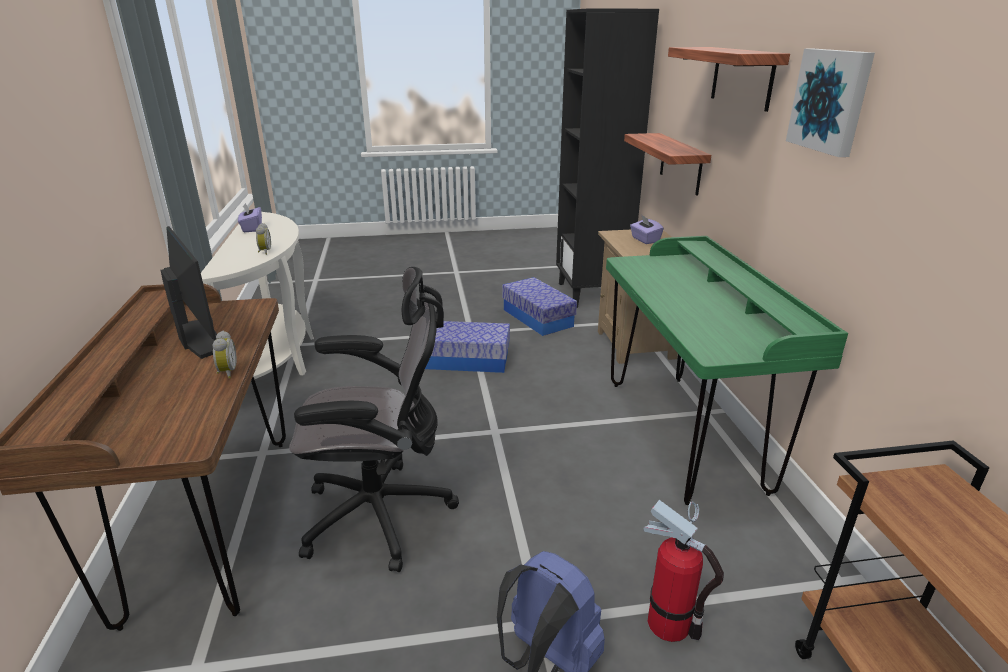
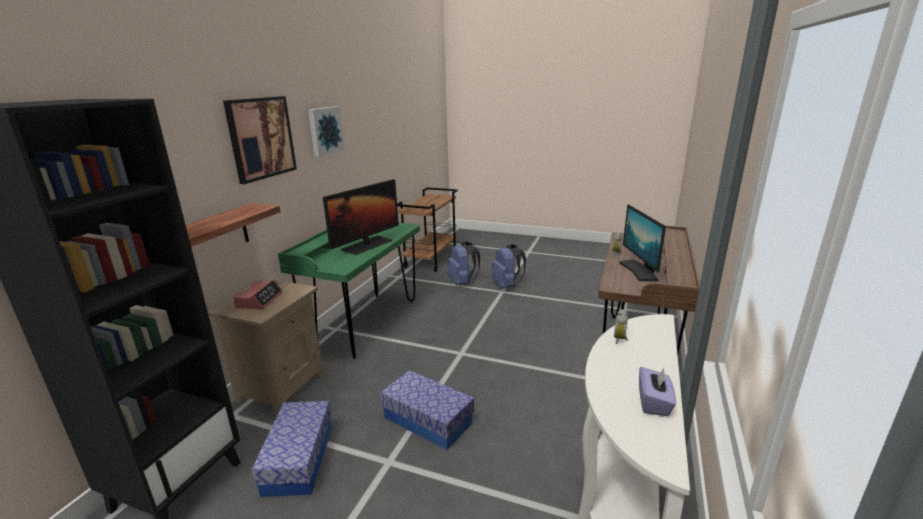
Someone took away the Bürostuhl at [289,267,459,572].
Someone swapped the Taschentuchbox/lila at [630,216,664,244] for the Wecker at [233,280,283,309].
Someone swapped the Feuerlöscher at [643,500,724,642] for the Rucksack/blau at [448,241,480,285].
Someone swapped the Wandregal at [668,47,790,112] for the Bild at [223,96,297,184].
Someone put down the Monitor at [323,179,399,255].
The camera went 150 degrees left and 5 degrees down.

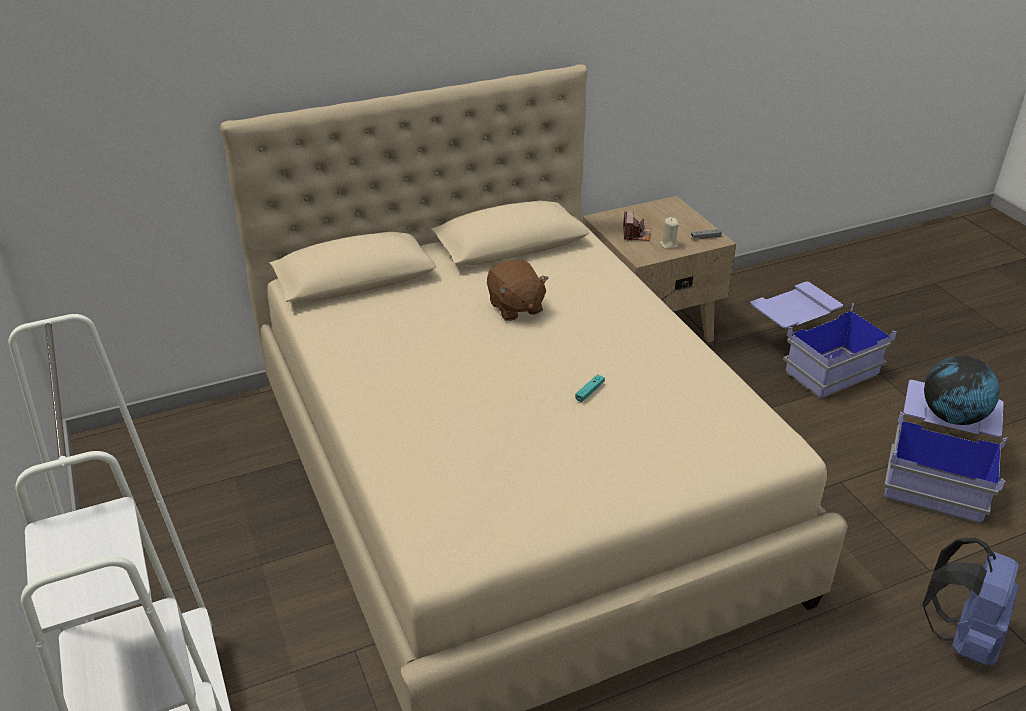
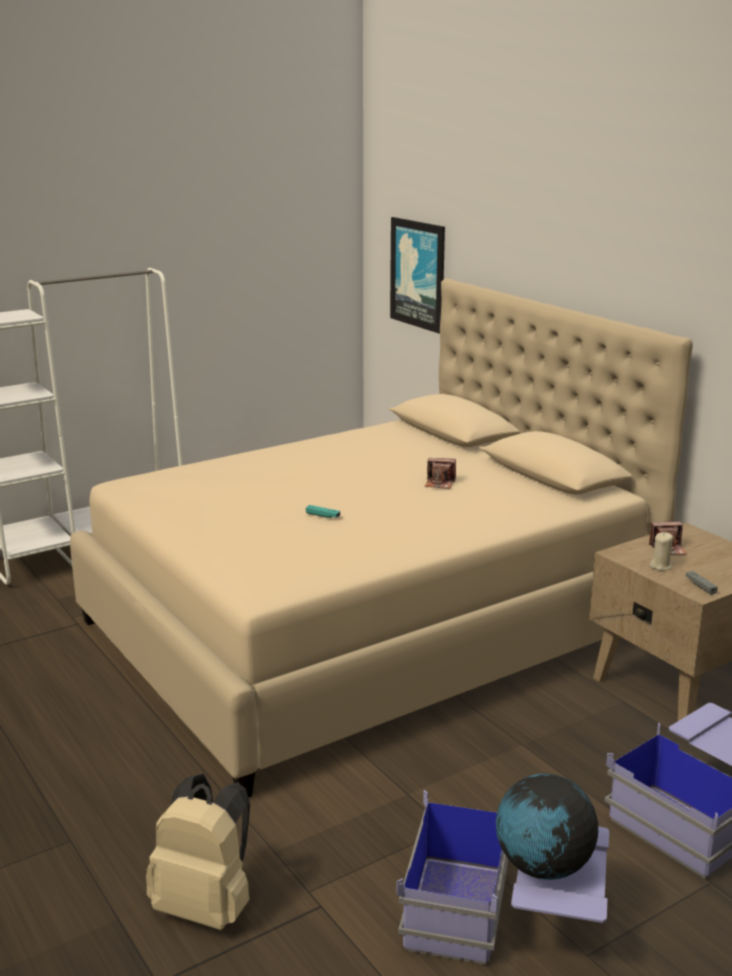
Someone swapped the Plüschtier/braun at [487,260,549,321] for the Kamera at [425,458,456,489].
Someone repainted the Rucksack/blau at [922,538,1019,666], which became the Rucksack/beige at [146,774,250,930].
Someone put up the Bild at [390,217,445,334].
The camera went 80 degrees right and 15 degrees down.

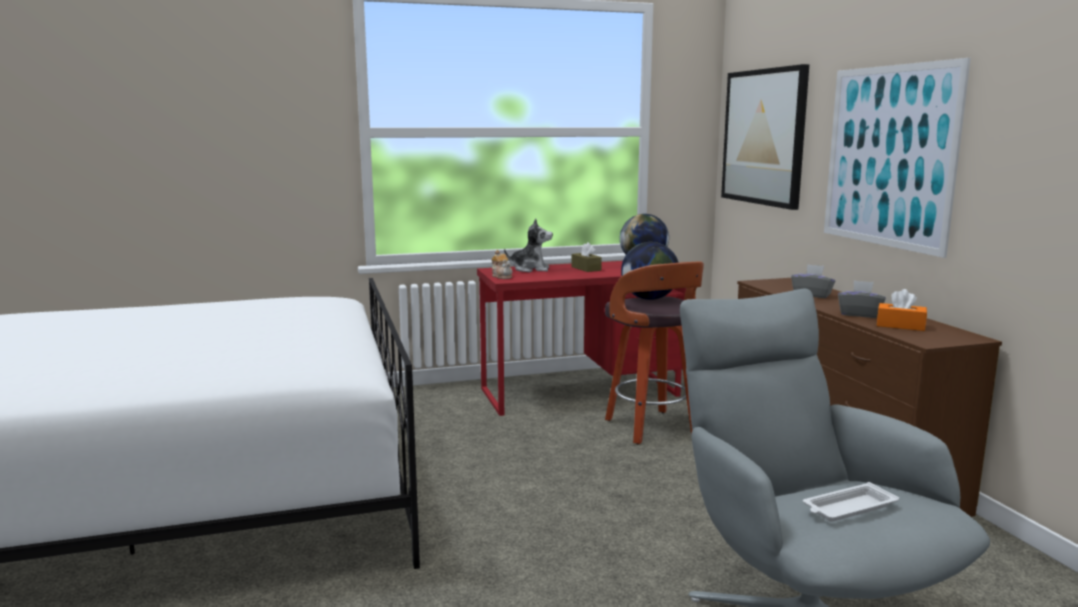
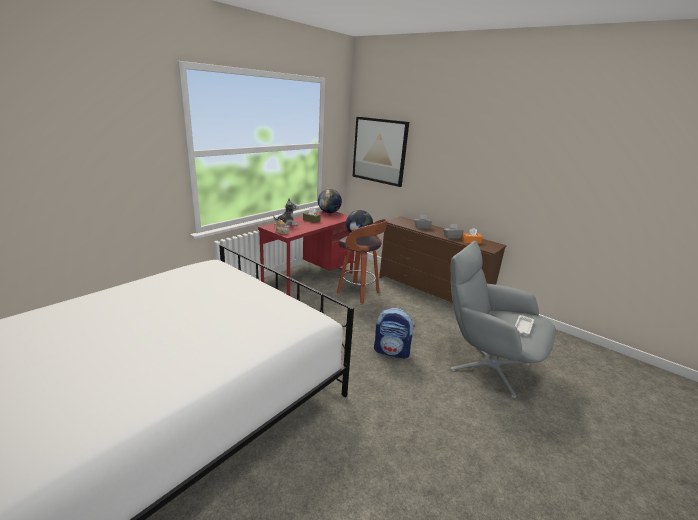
Someone took away the Bild at [824,58,971,258].
Someone put down the Rucksack at [374,308,415,359].
The camera went 35 degrees left and 10 degrees up.

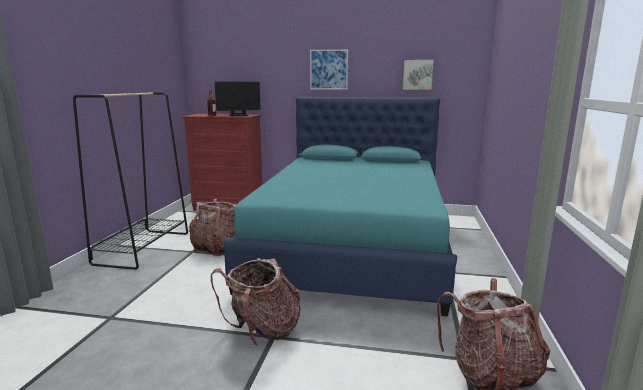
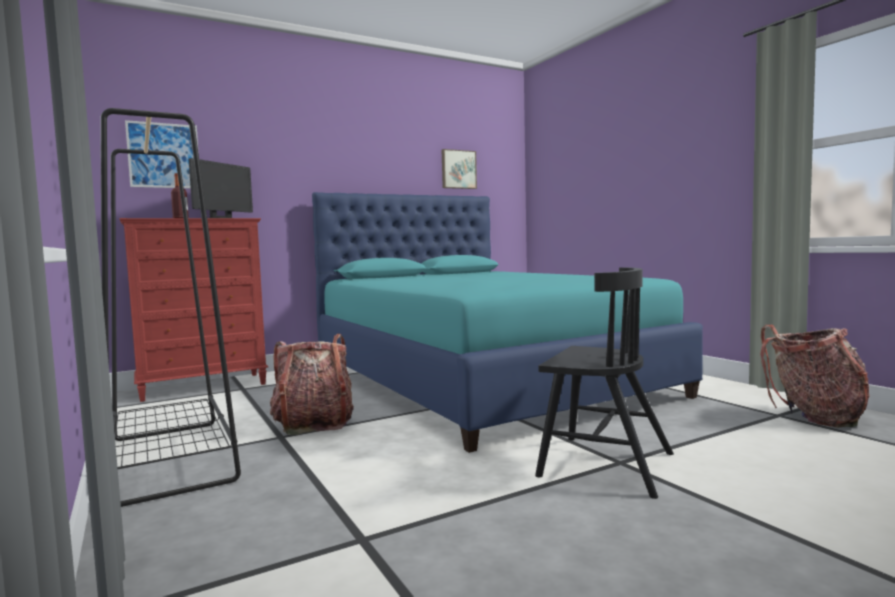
Someone swapped the Rucksack at [211,258,301,346] for the Stuhl/schwarz at [535,267,674,499].
Someone carried the Bild from [310,49,348,90] to [125,120,199,188].
The camera went 40 degrees left and 10 degrees down.

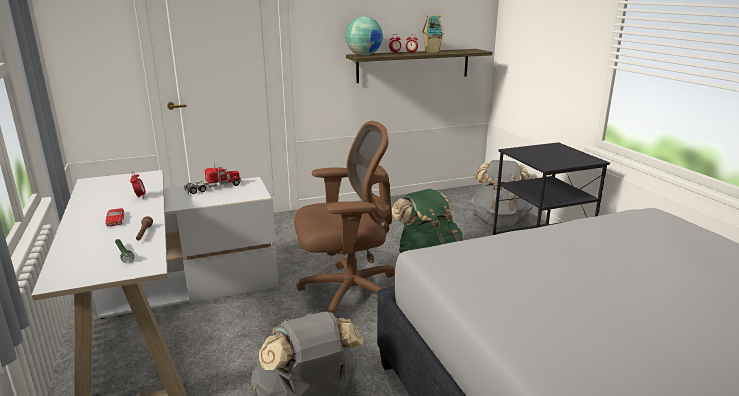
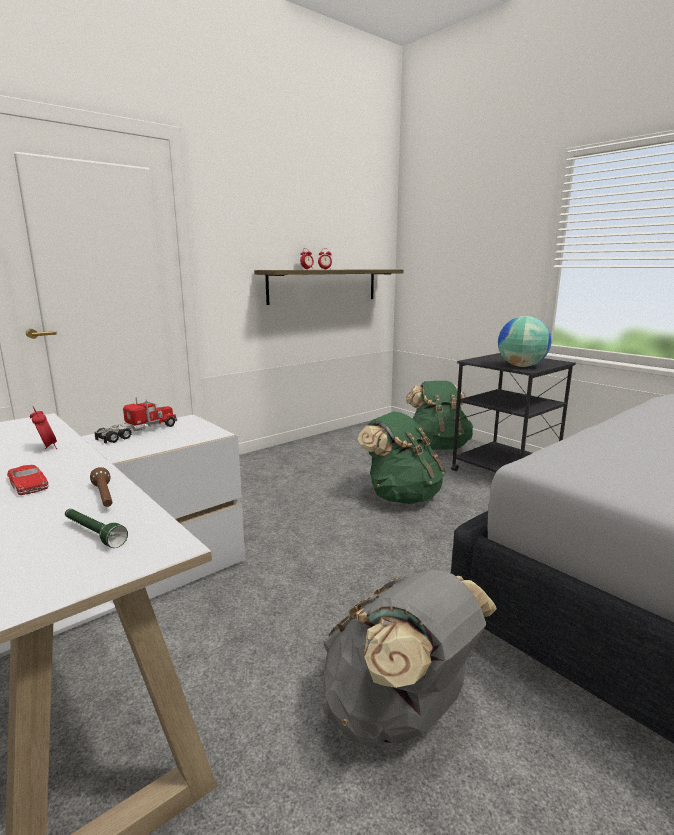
Someone took away the Bürostuhl/braun at [294,121,395,316].
Someone carried the Globus from [345,17,383,56] to [498,316,551,367].
Someone took away the Spielzeughaus at [422,15,444,53].
Someone repainted the Rucksack/grau at [469,160,533,225], which became the Rucksack/grün at [406,381,473,450].
The camera went 20 degrees left and 5 degrees down.

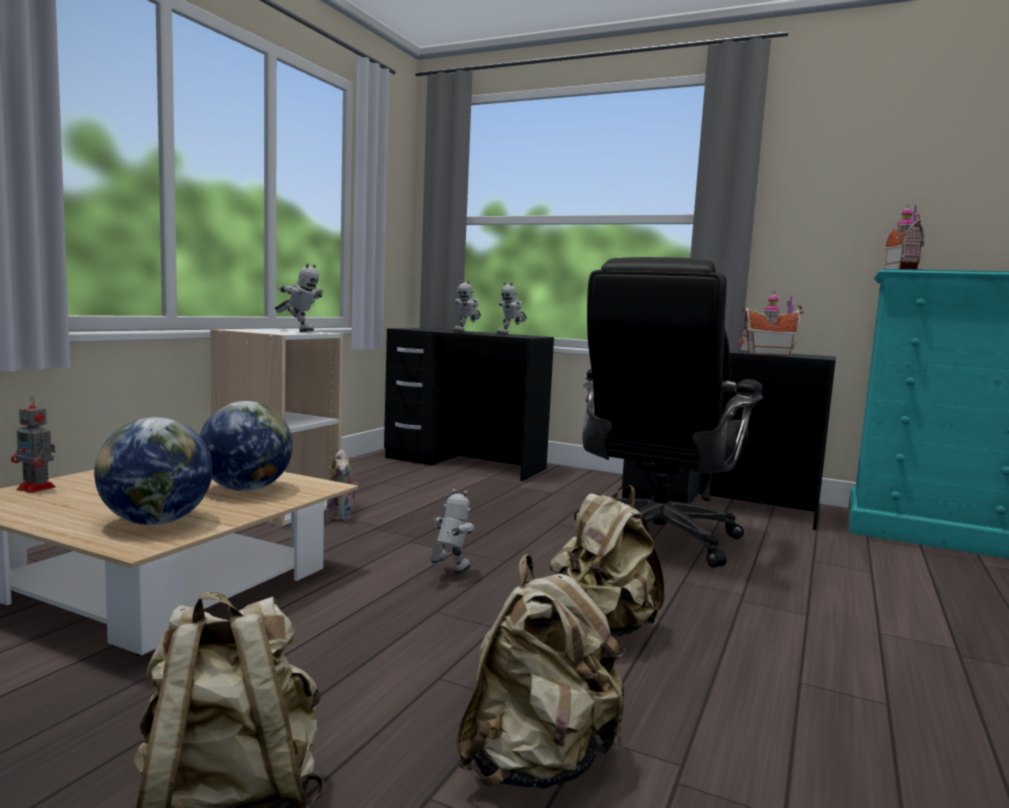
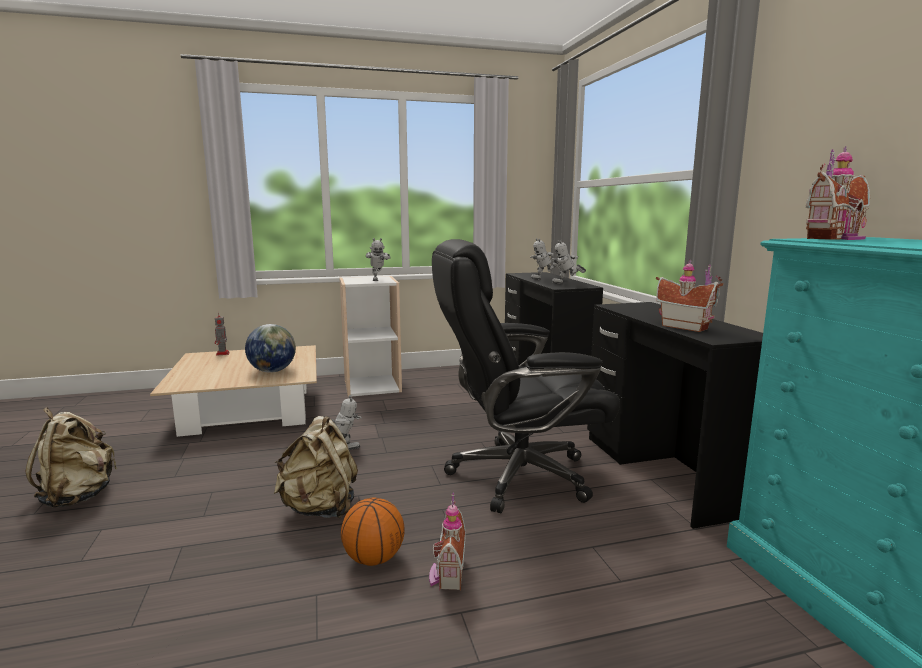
Someone took away the Globus at [94,417,213,525].
Someone took away the Plüschtier at [326,449,358,521].
Someone took away the Rucksack/beige at [456,554,626,789].
Someone put down the Basketball at [341,497,405,566].
Someone put down the Spielzeughaus at [429,492,466,591].
The camera went 50 degrees right and 5 degrees up.

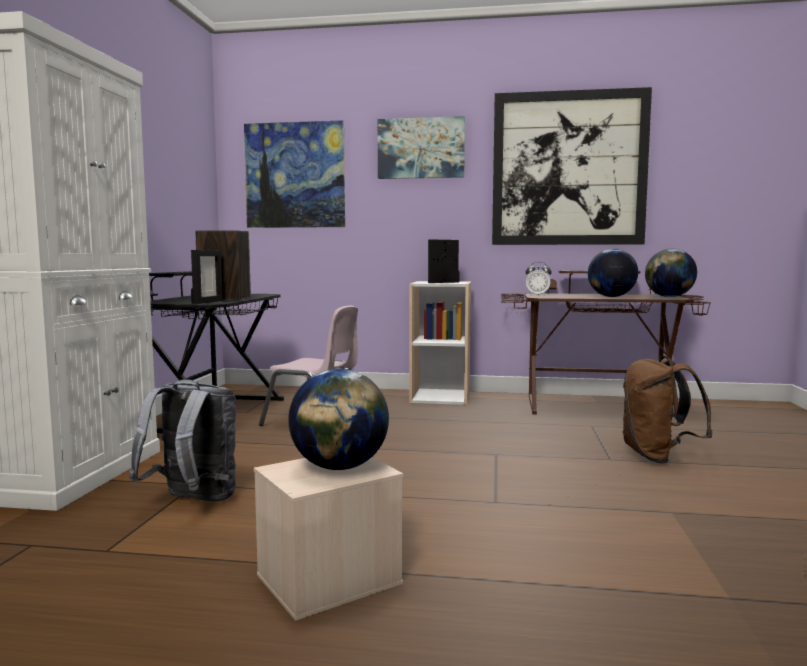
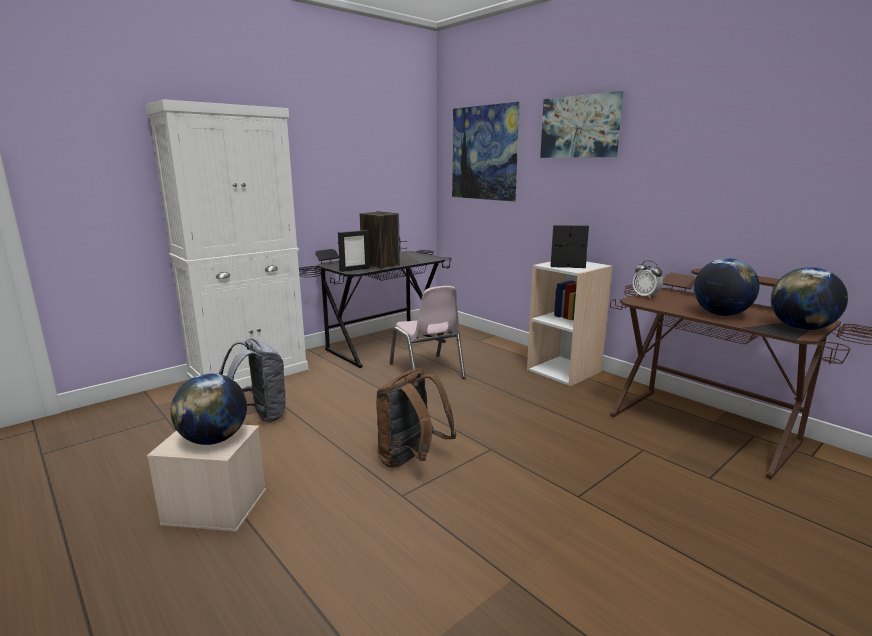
Someone took away the Bild at [492,87,652,245].
Someone carried the Rucksack/braun from [622,356,713,464] to [376,368,457,468].
The camera went 40 degrees right and 10 degrees up.

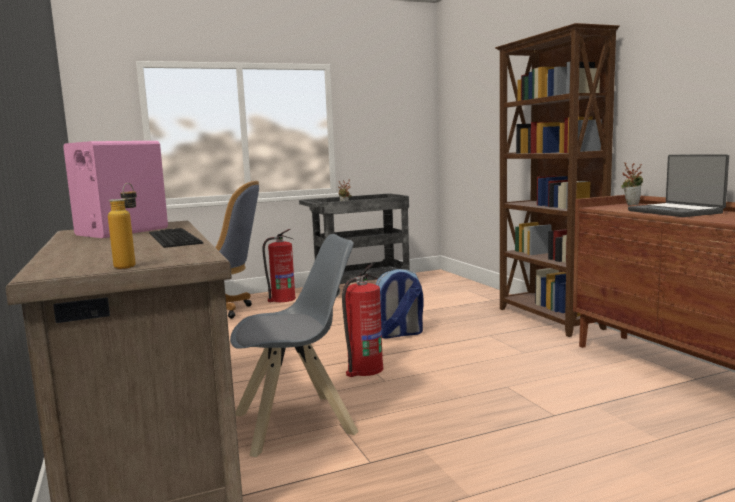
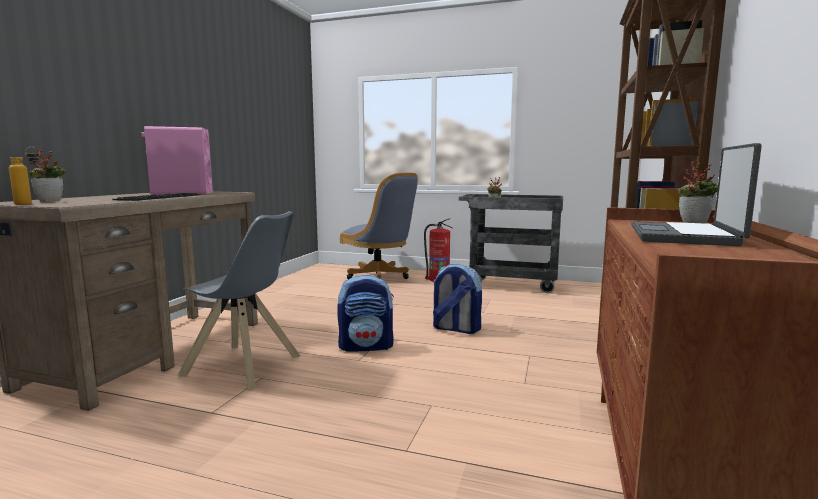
Someone swapped the Feuerlöscher at [342,263,383,377] for the Rucksack at [337,274,394,352].
Someone put down the Topfpflanze at [28,149,66,201].
The camera went 40 degrees right and 0 degrees up.

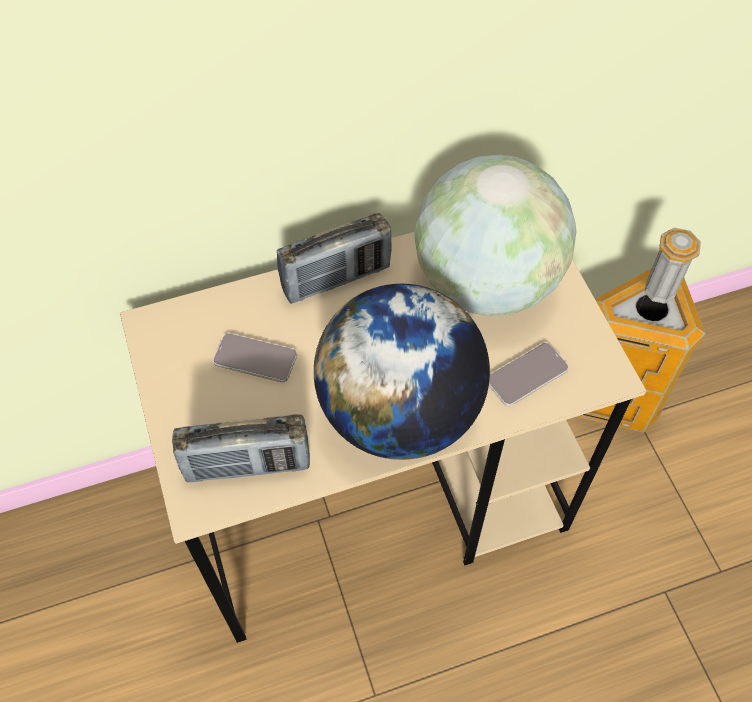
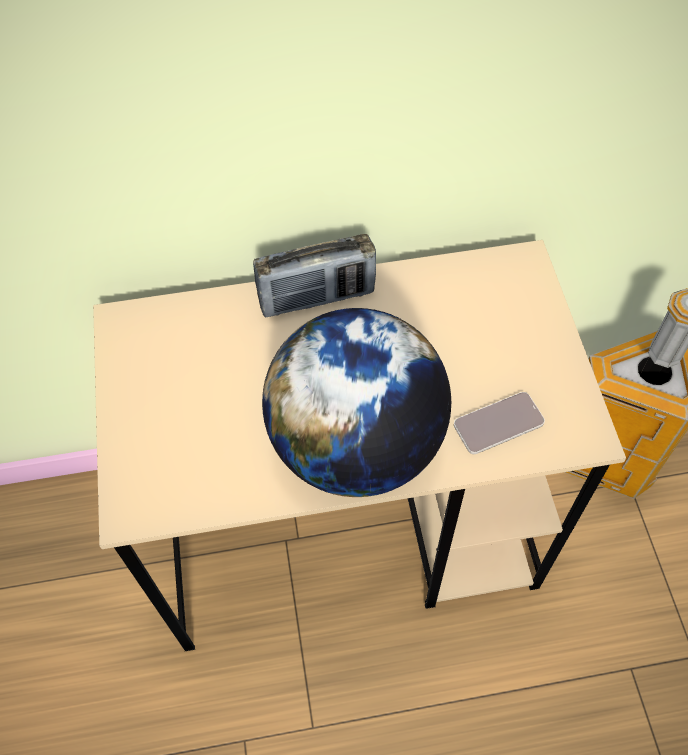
Someone took away the Radio at [172,414,310,482].
Someone took away the Handy at [213,333,297,382].
Someone took away the Globus at [414,155,576,316].
The camera went 10 degrees right and 0 degrees up.

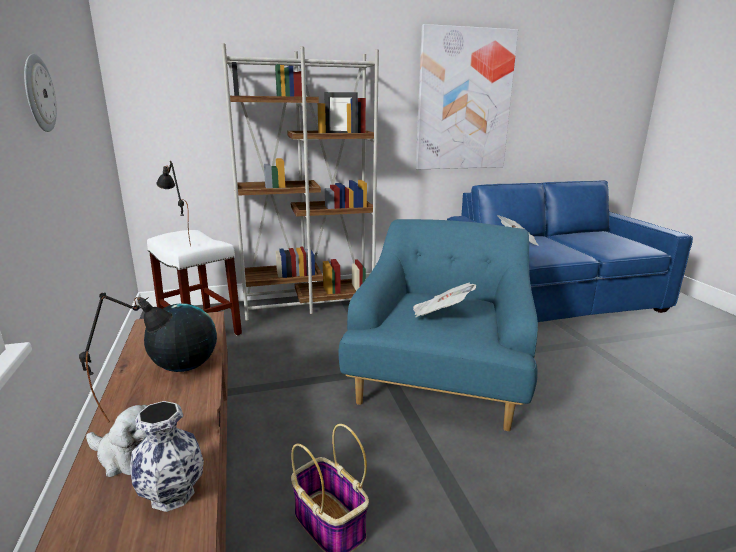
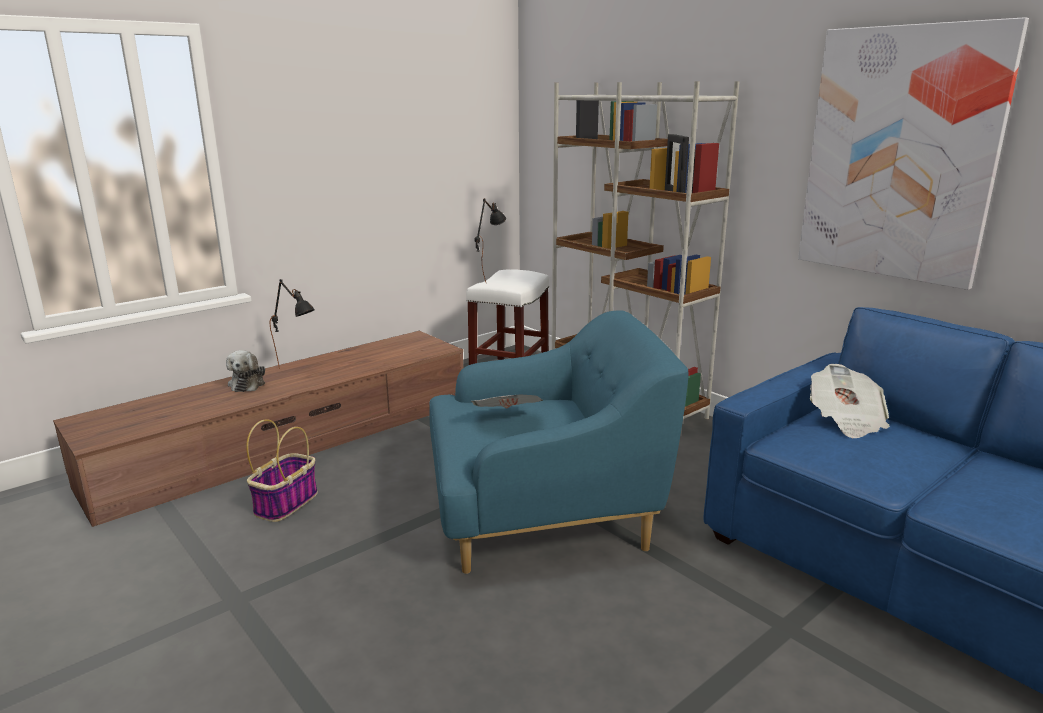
Someone took away the Wanduhr at [24,54,57,132].
Someone took away the Vase at [130,401,204,512].
Someone took away the Globus at [144,303,217,372].
The camera went 65 degrees right and 0 degrees up.

